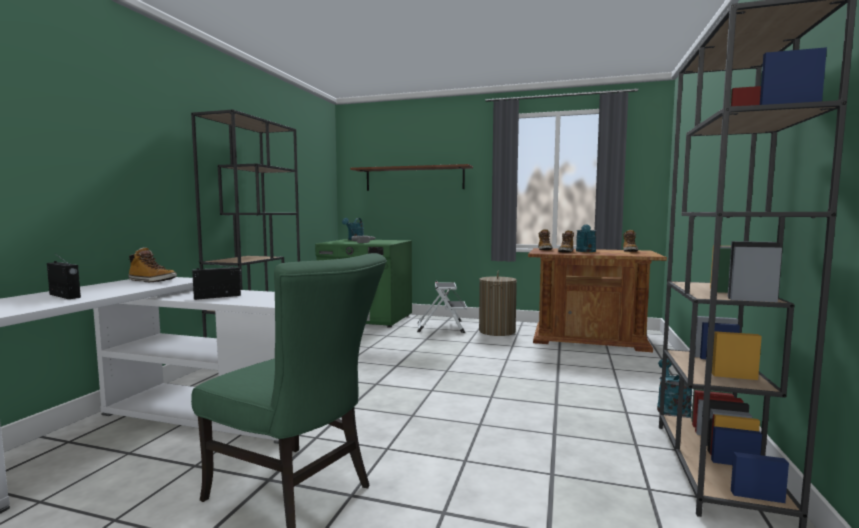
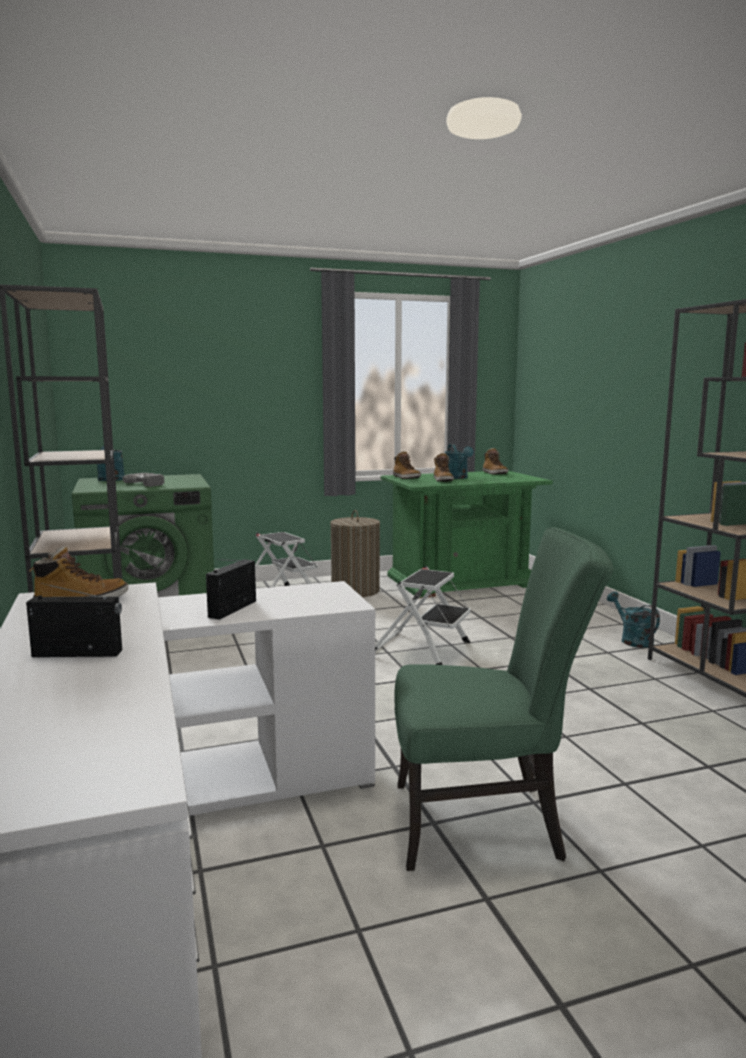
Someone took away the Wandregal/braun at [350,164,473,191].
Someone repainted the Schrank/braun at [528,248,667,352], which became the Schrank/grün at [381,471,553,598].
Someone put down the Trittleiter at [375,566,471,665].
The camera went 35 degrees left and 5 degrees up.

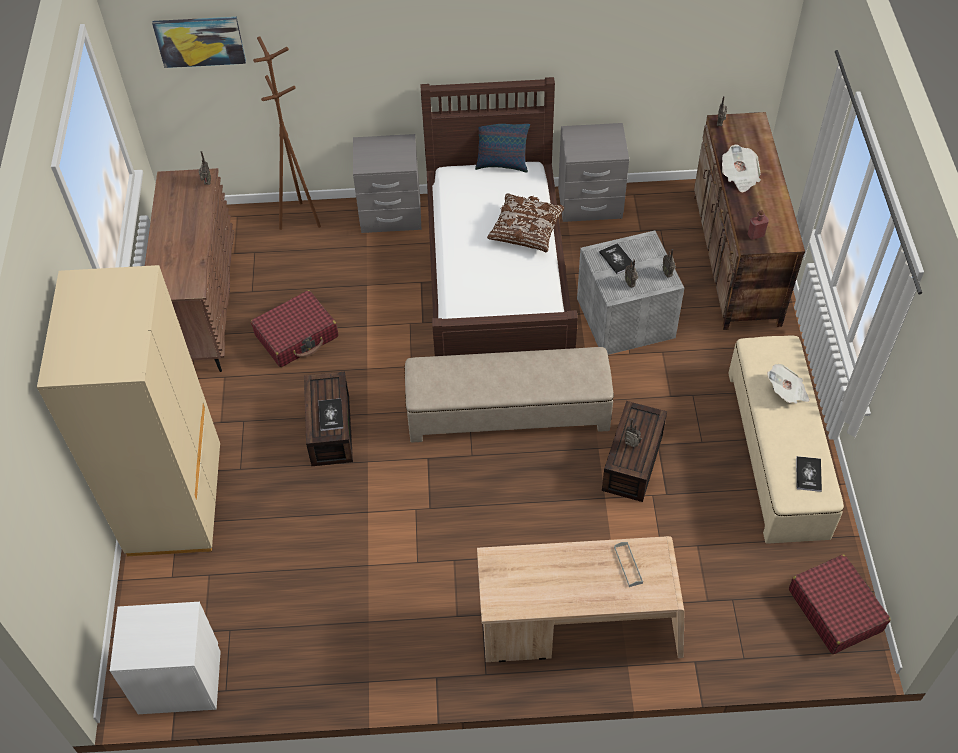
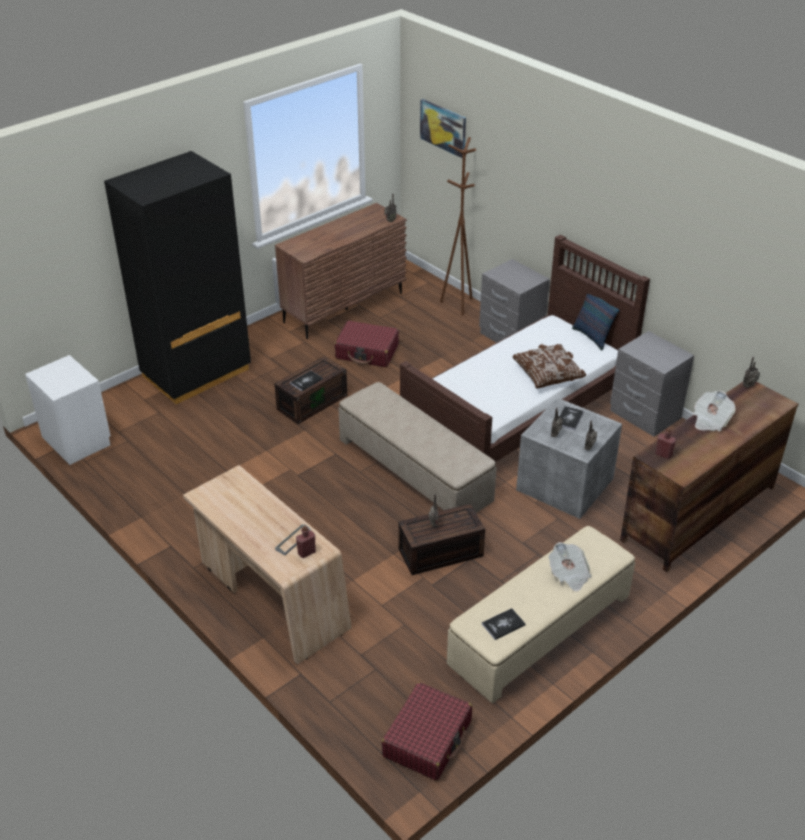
Someone repainted the Kleiderschrank/beige at [37,265,220,557], which became the Kleiderschrank/schwarz at [104,151,251,405].
Someone put down the Flasche/rot at [296,526,316,558].
The camera went 50 degrees right and 15 degrees down.

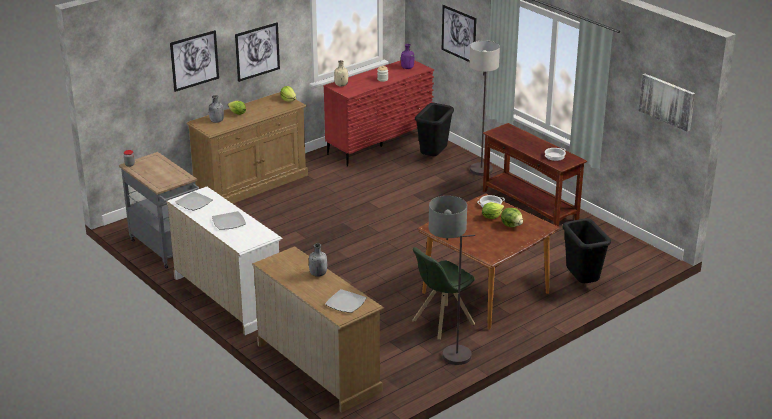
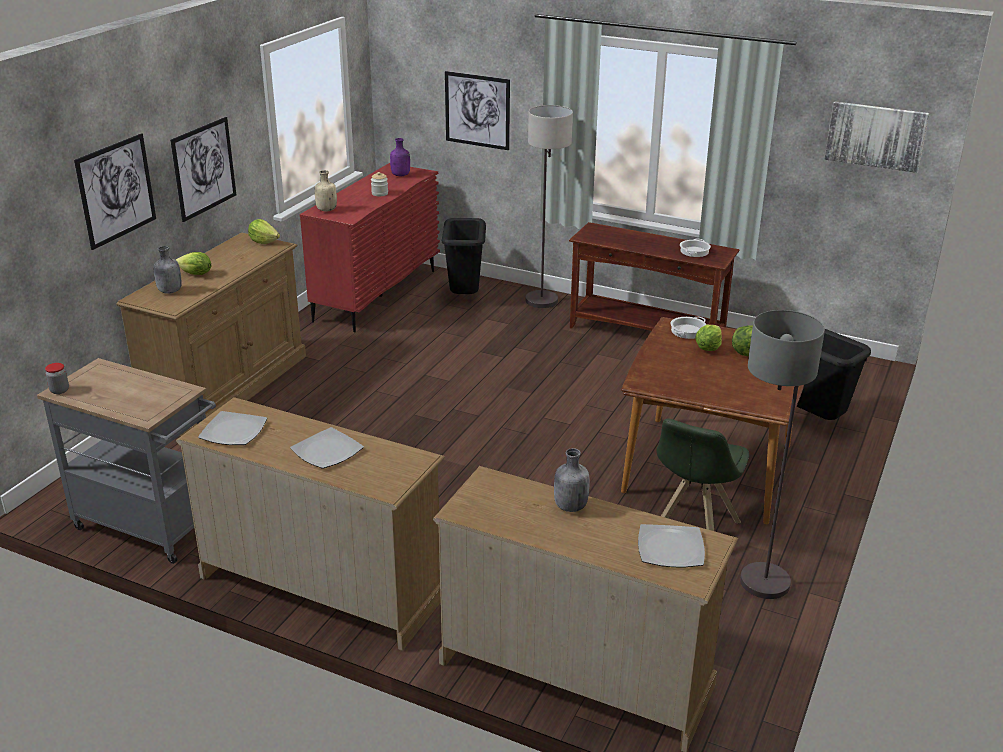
Someone repainted the Schrank/weiß at [166,187,283,335], which became the Schrank/braun at [176,397,445,651].
The camera went 25 degrees left and 0 degrees up.

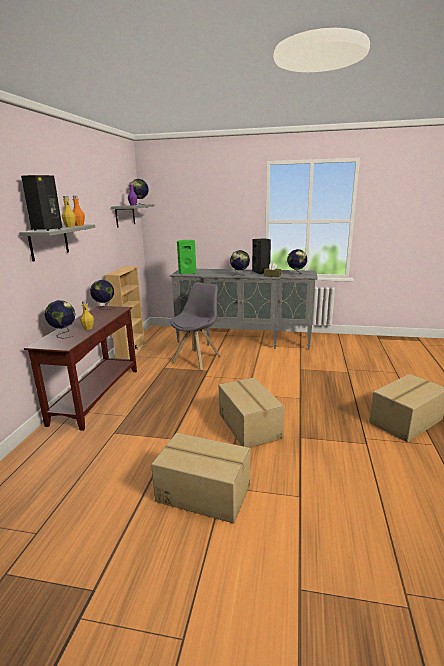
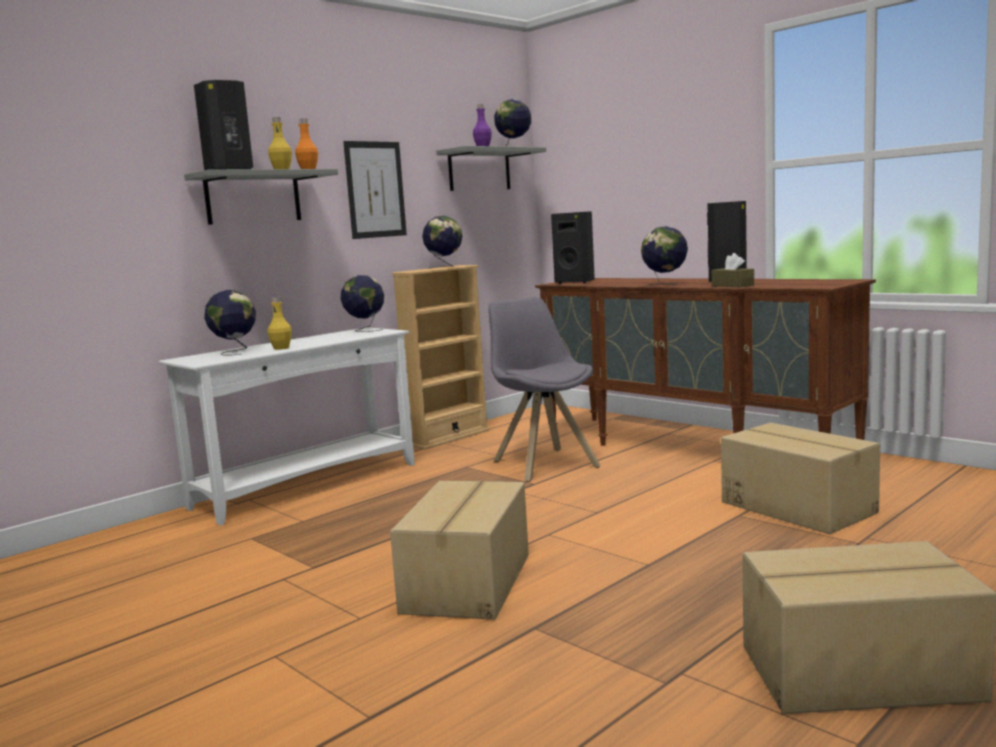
Someone repainted the Konsolentisch/braun at [24,306,137,431], which became the Konsolentisch/weiß at [159,327,415,526].
Someone carried the Karton from [151,433,250,523] to [721,423,880,534].
Someone repainted the Schrank/grau at [169,269,318,350], which became the Schrank/braun at [535,278,876,446].
Someone rotated the Stuhl/grau at [170,282,221,370] by 90 degrees counterclockwise.
Someone repainted the Lautsprecher/grün at [177,240,196,274], which became the Lautsprecher/schwarz at [551,211,595,284].
Someone carried the Globus from [287,249,307,277] to [422,216,462,269].
Someone put up the Bild at [343,141,407,239].
The camera went 35 degrees right and 10 degrees down.

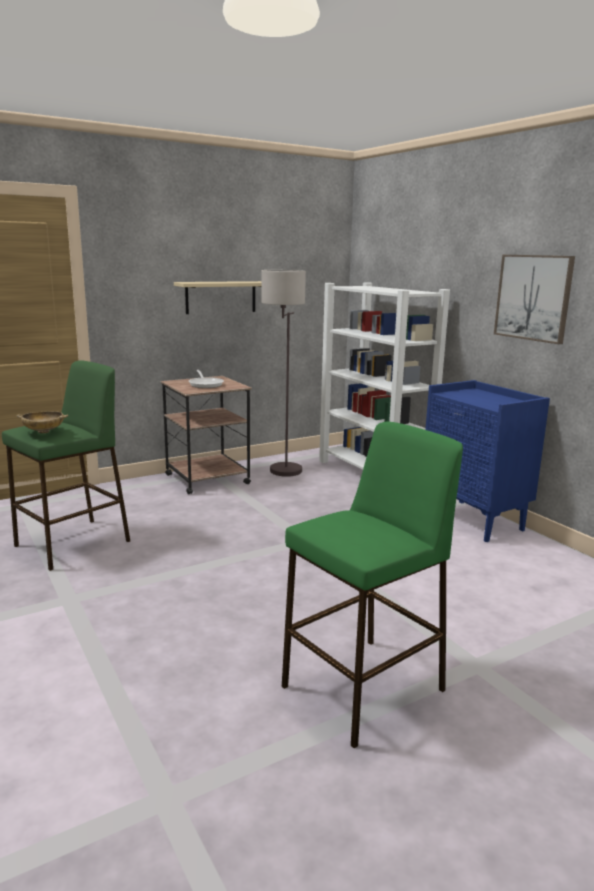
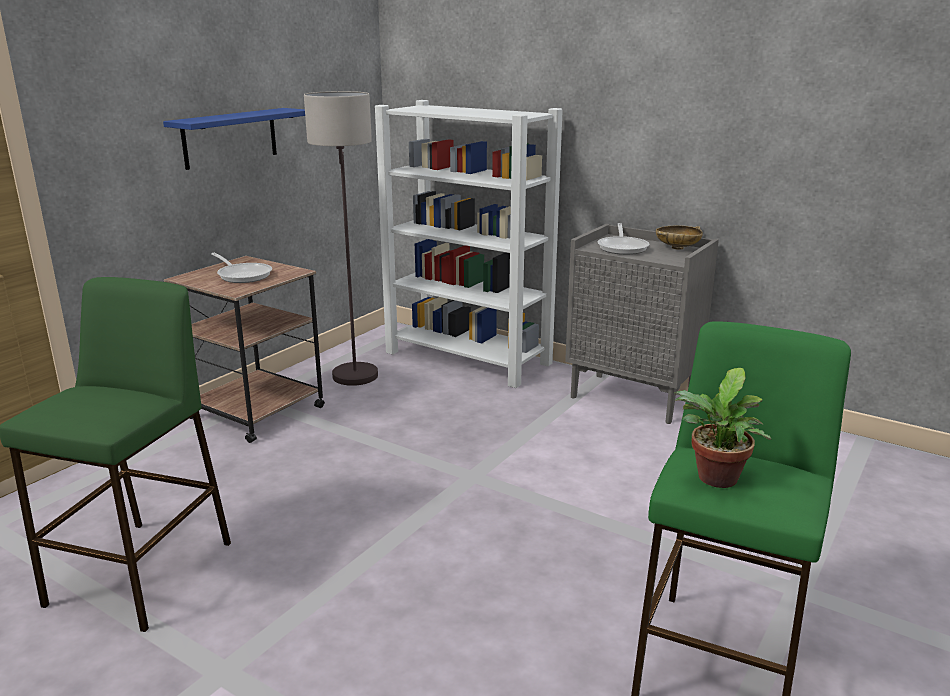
Someone carried the Schüssel/beige from [17,411,68,433] to [656,225,703,250].
Someone repainted the Wandregal/beige at [174,281,261,314], which became the Wandregal/blau at [163,108,305,170].
Someone repainted the Schrank/blau at [425,380,550,542], which became the Schrank/grau at [565,224,719,424].
Someone took away the Bild at [494,255,575,344].
Someone put down the Pfanne at [597,223,649,255].
Someone put down the Topfpflanze at [674,368,771,488].
The camera went 25 degrees left and 5 degrees up.

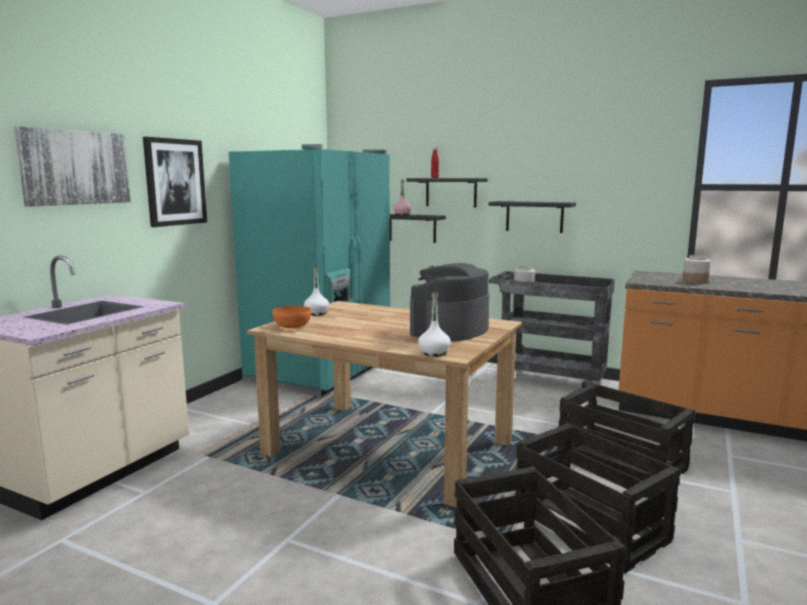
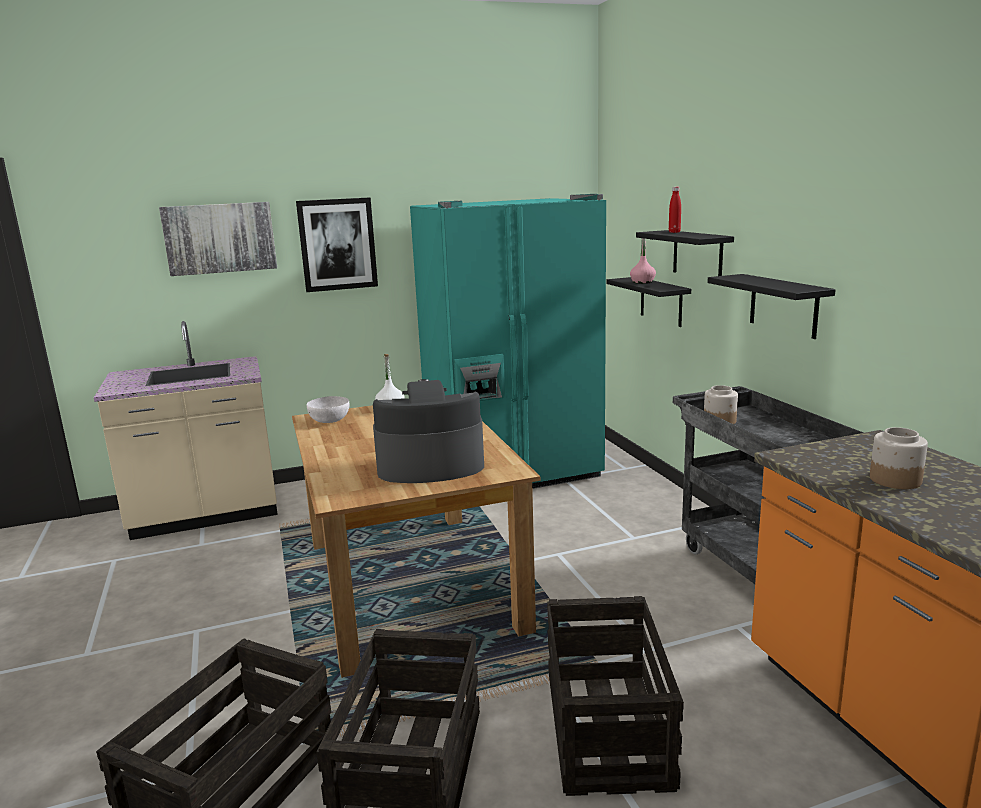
Someone repainted the Schüssel/orange at [272,306,311,328], which became the Schüssel/weiß at [307,396,350,423].
Someone took away the Flasche/weiß at [418,292,451,356].
The camera went 45 degrees right and 5 degrees up.

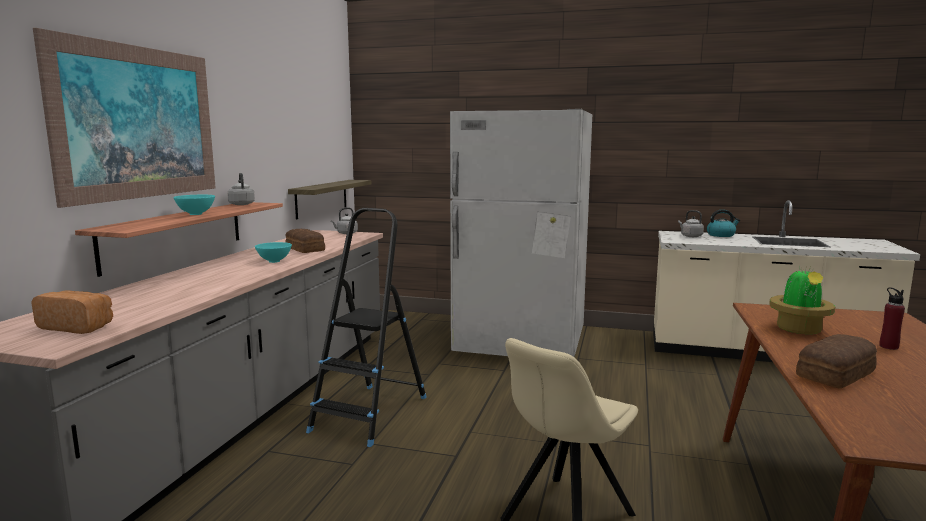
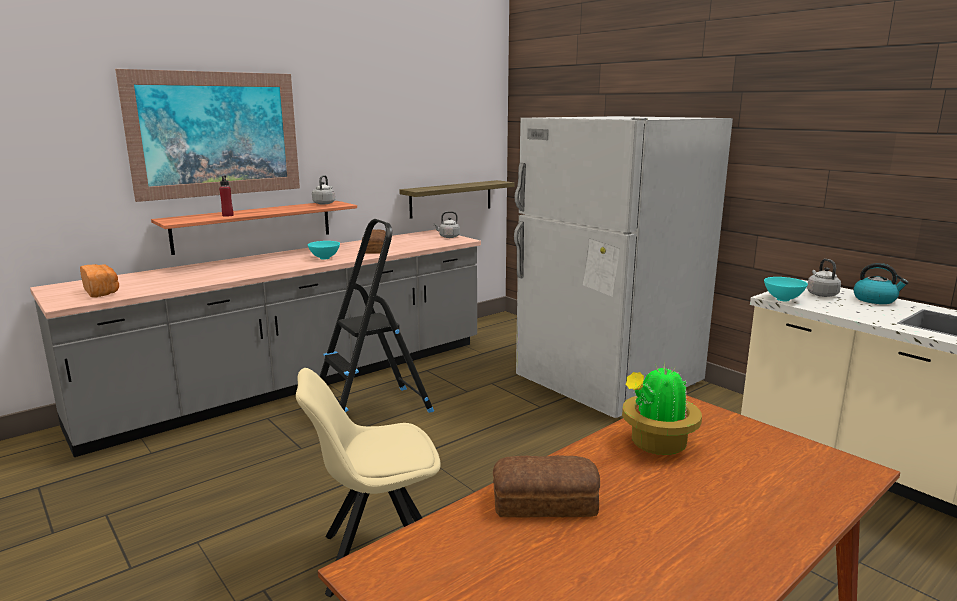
Someone carried the Schüssel/türkis from [173,195,215,215] to [764,277,808,301].
Someone carried the Flasche/rot from [879,287,905,350] to [219,175,234,217].
The camera went 35 degrees right and 5 degrees up.

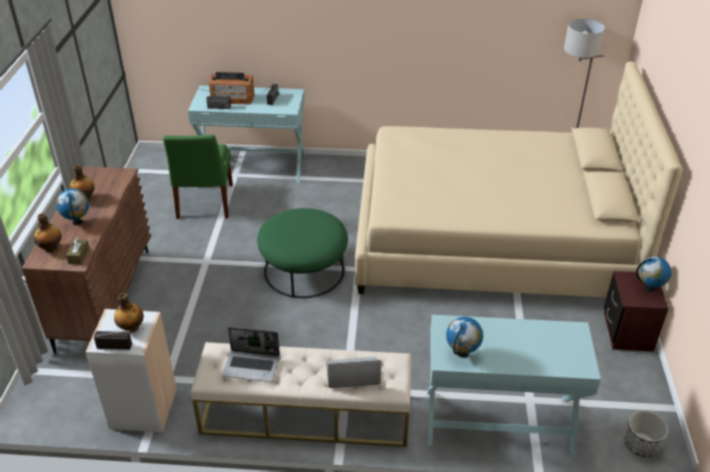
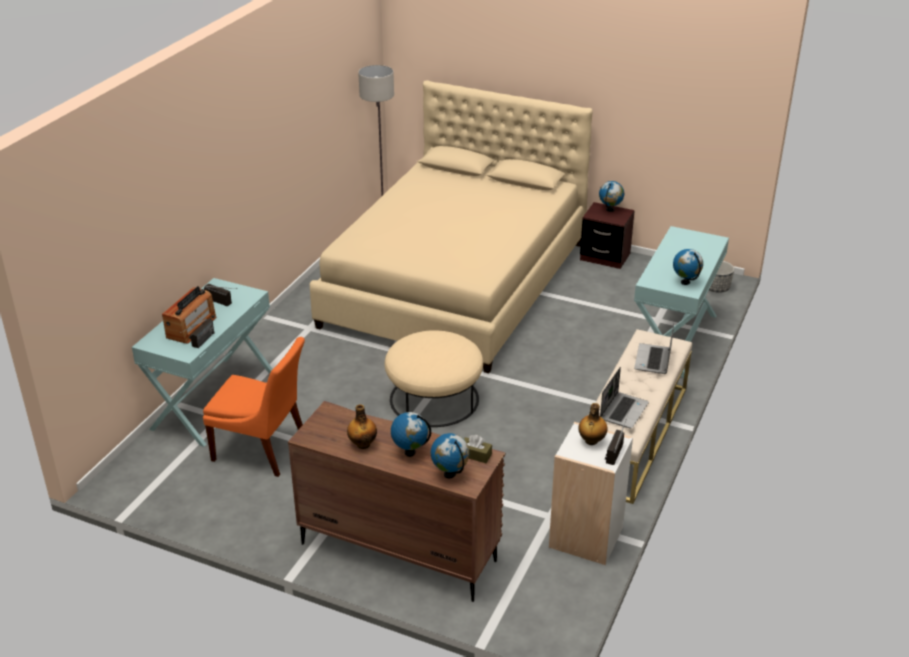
Someone swapped the Flasche at [34,213,61,252] for the Globus at [431,433,469,478].
Someone repainted the Stuhl/grün at [163,135,233,219], which became the Stuhl/orange at [203,337,305,477].
Someone repainted the Polsterhocker/grün at [257,208,348,298], which became the Polsterhocker/beige at [384,330,483,427].
The camera went 70 degrees left and 5 degrees down.

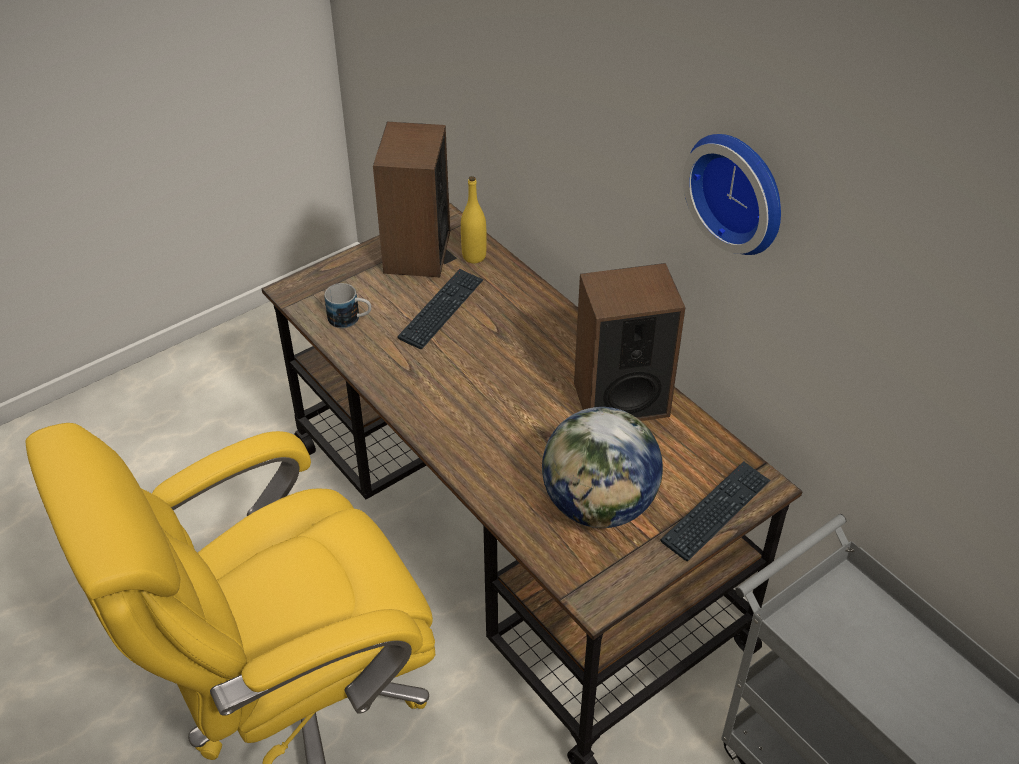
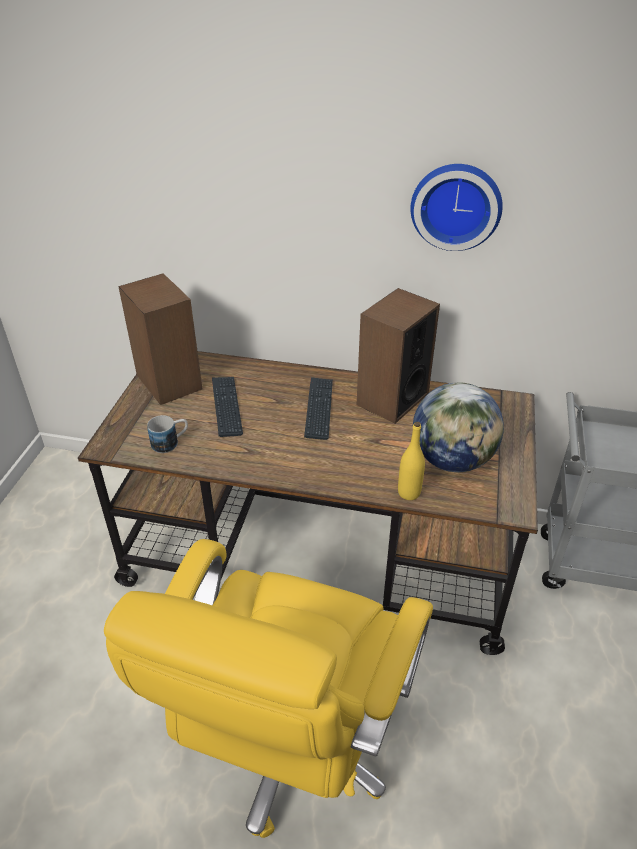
Someone carried the Flasche/gelb from [461,176,487,263] to [398,422,425,500].
Someone carried the Tastatur from [660,461,771,561] to [304,377,333,440].
The camera went 40 degrees left and 5 degrees down.

